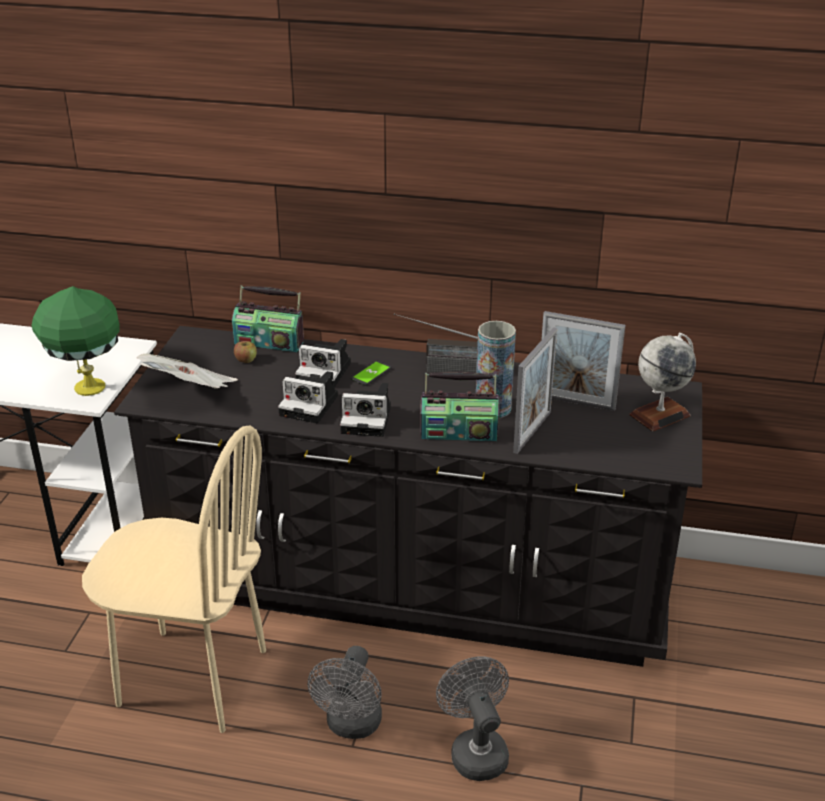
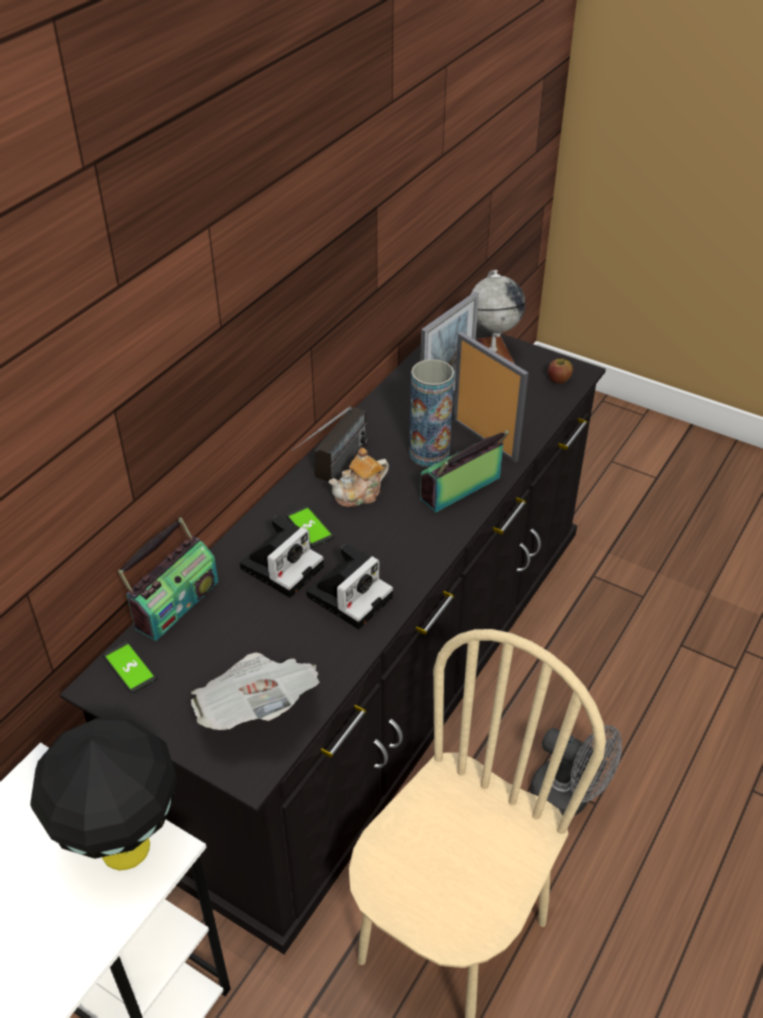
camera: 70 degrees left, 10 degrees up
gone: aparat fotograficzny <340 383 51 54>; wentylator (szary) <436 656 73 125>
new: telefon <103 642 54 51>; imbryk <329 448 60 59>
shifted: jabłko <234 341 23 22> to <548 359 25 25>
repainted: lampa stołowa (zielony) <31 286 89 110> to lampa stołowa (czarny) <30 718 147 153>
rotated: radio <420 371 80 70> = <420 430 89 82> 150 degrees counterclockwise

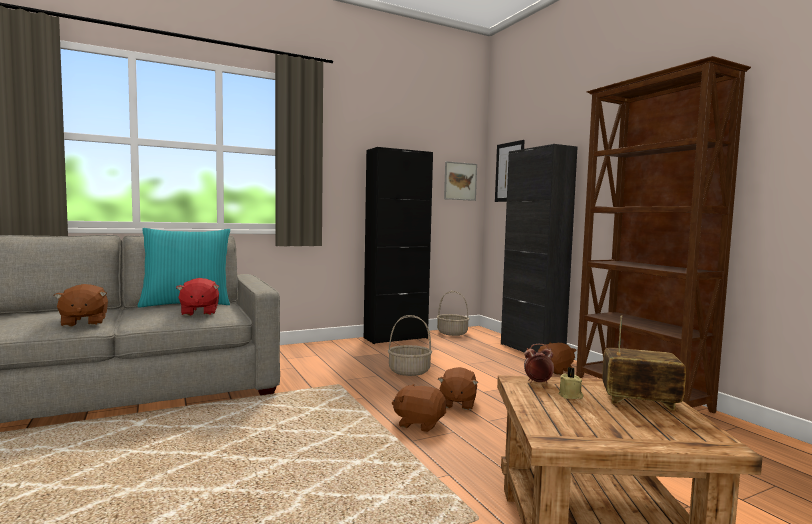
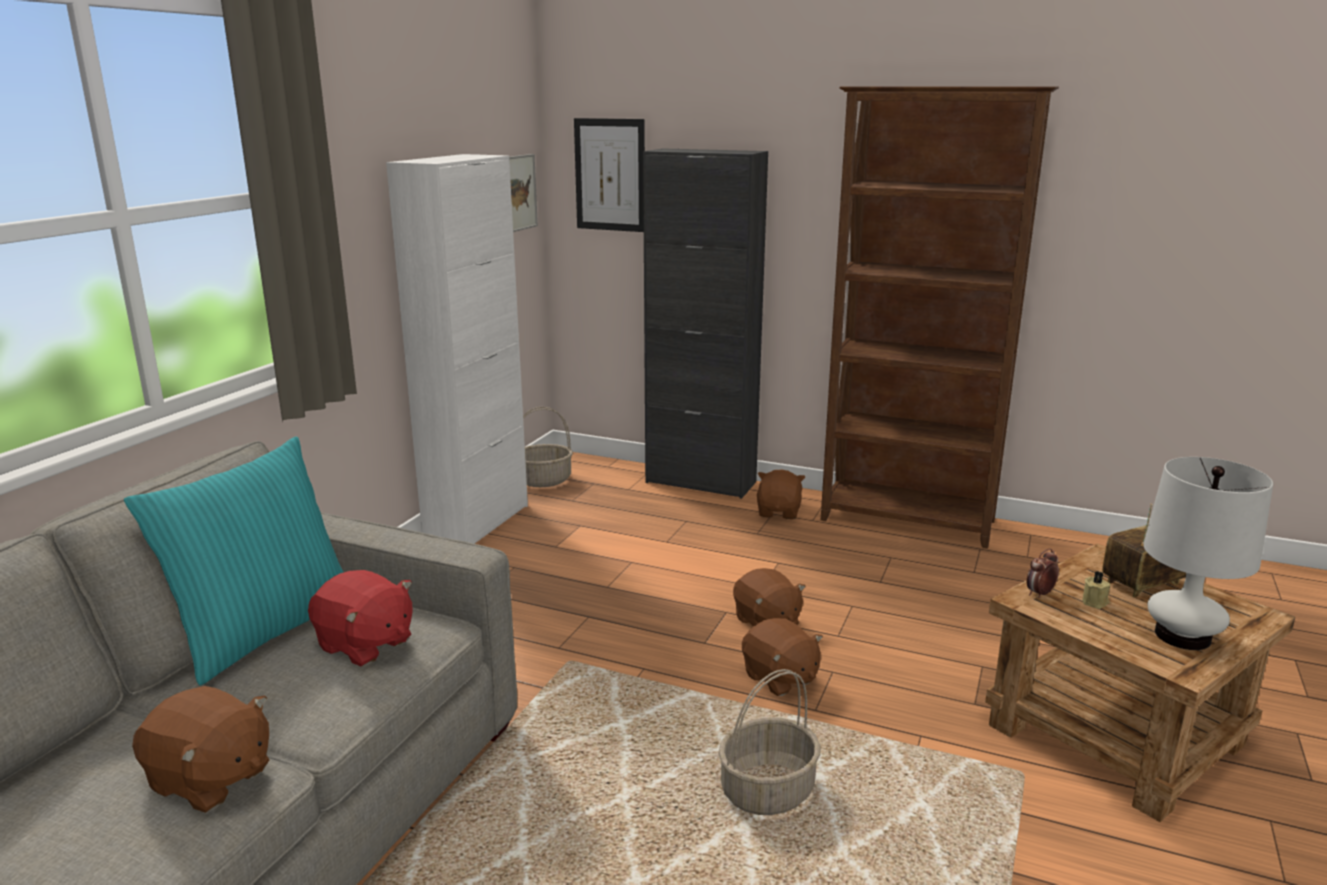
camera: 40 degrees left, 15 degrees up
new: lampa stołowa (biały) <1143 457 130 193>
shifted: koszyk <388 315 44 61> to <718 669 103 146>
repainted: szafka (czarny) <364 147 69 197> to szafka (biały) <386 154 142 390>
rotated: pluszak (brązowy) <392 384 54 48> = <742 618 81 78> 105 degrees counterclockwise

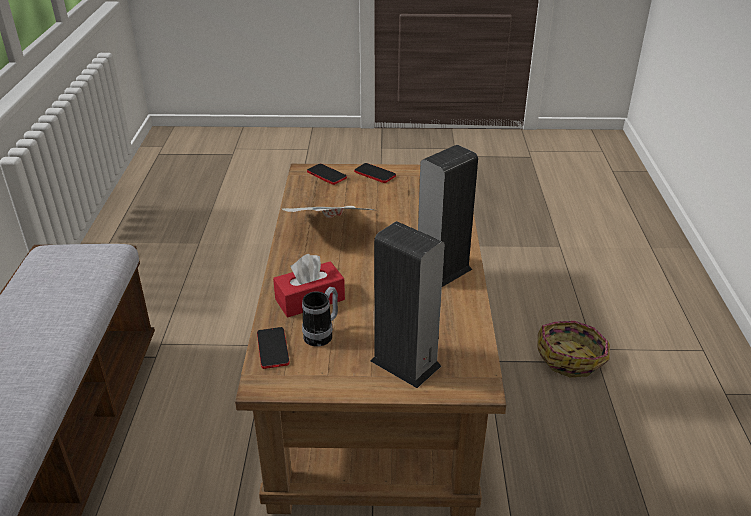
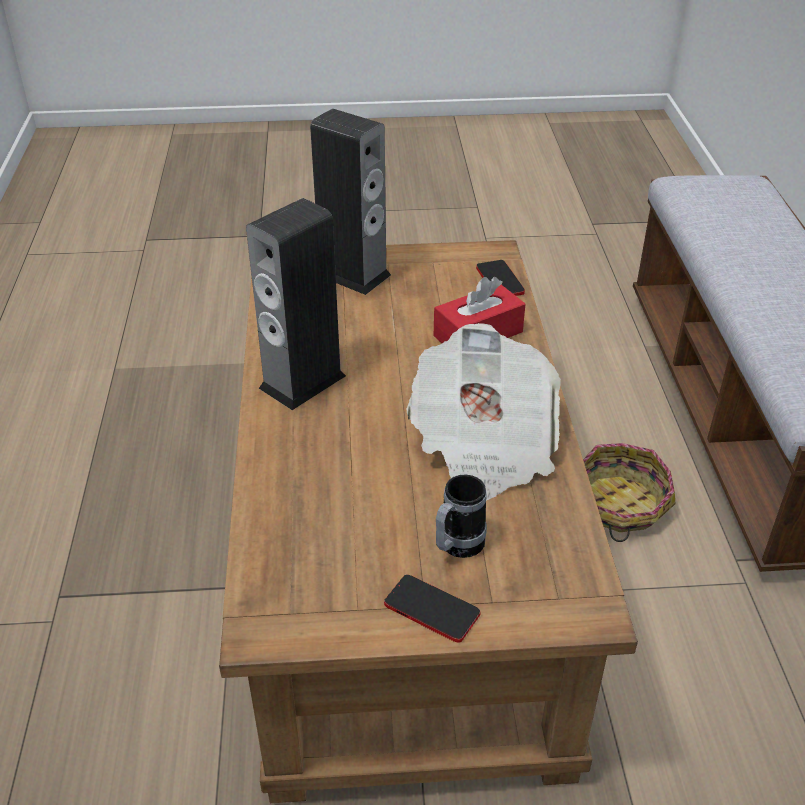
camera: 175 degrees right, 5 degrees up
gone: telefon <307 164 40 21>
shifted: kubek <302 287 36 60> to <436 475 51 83>; koszyk <537 321 73 56> to <583 443 93 99>

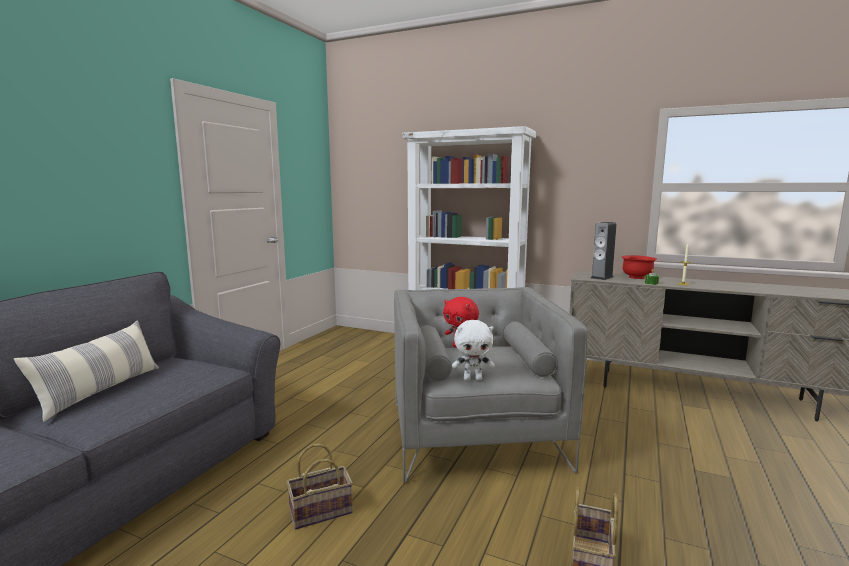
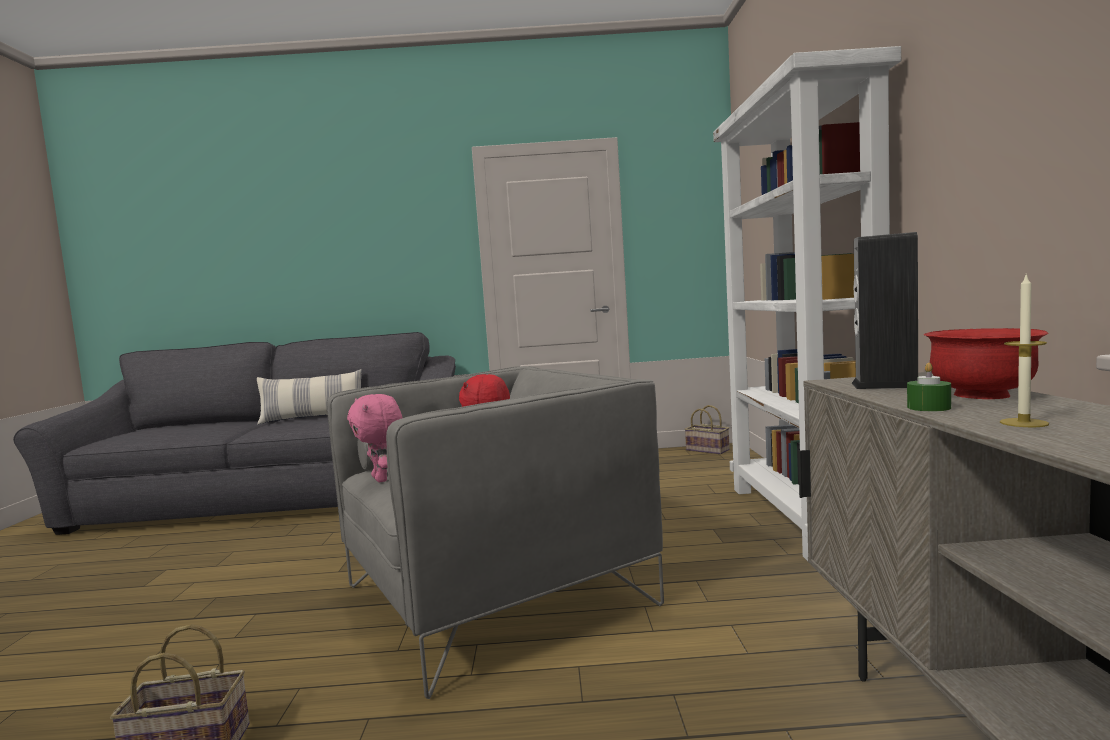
camera: 65 degrees right, 5 degrees down
shifted: koszyk <287 444 66 86> to <685 405 45 49>
repainted: pluszak (biały) <452 320 43 61> to pluszak (różowy) <347 394 55 88>

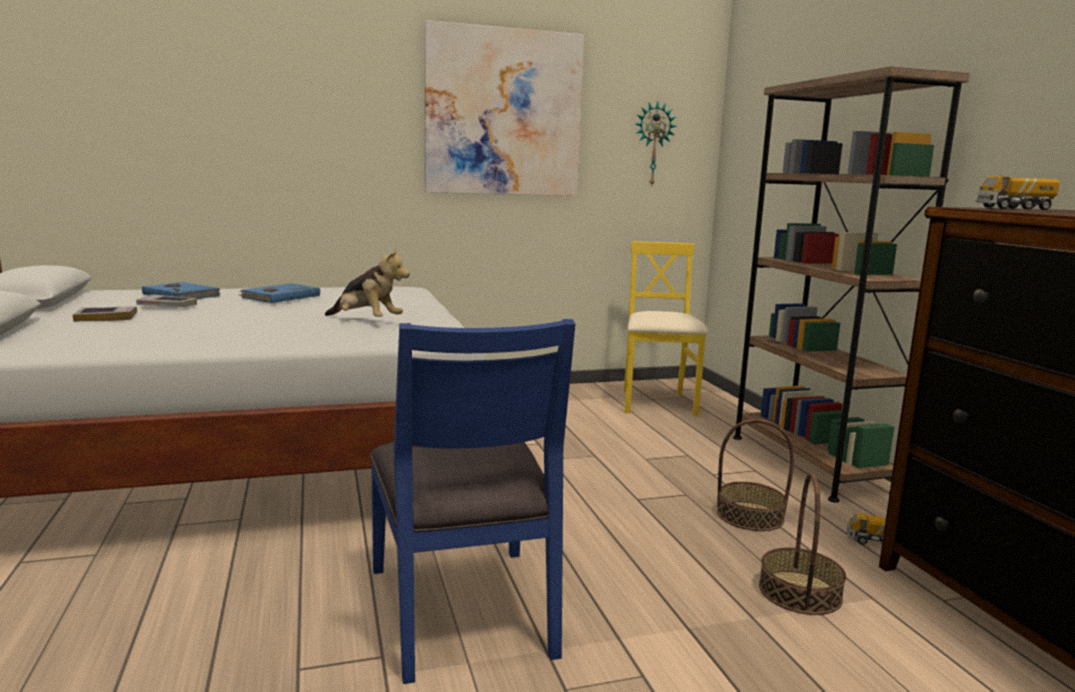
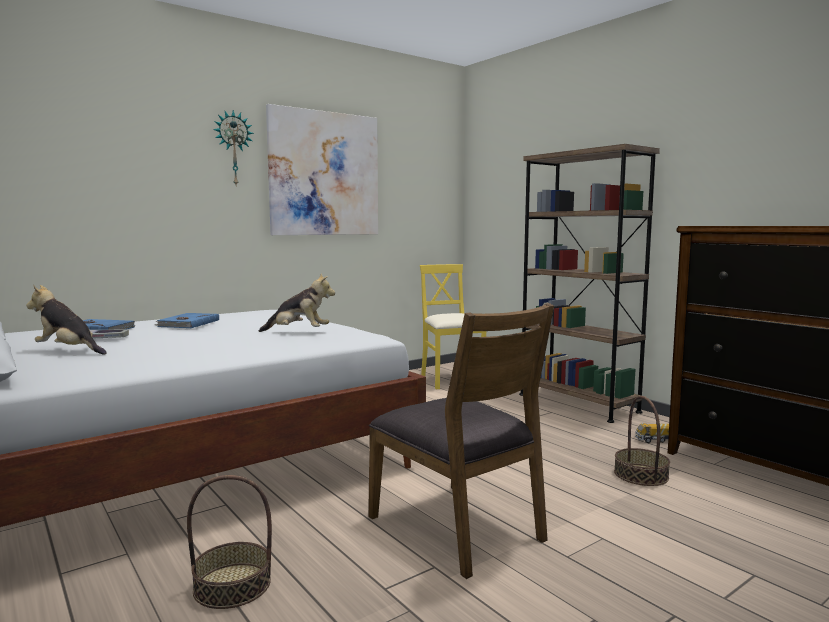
camera: 20 degrees left, 5 degrees down
gone: ciężarówka zabawkowa <976 175 84 35>
shifted: koszyk <717 419 77 112> to <187 475 85 134>; zegar ścienny <635 101 42 84> to <213 110 41 75>
swapped: książka <73 306 64 16> to pluszak <26 285 80 70>
repainted: krzesło (niebieski) <370 319 205 365> to krzesło (brązowy) <368 303 186 276>

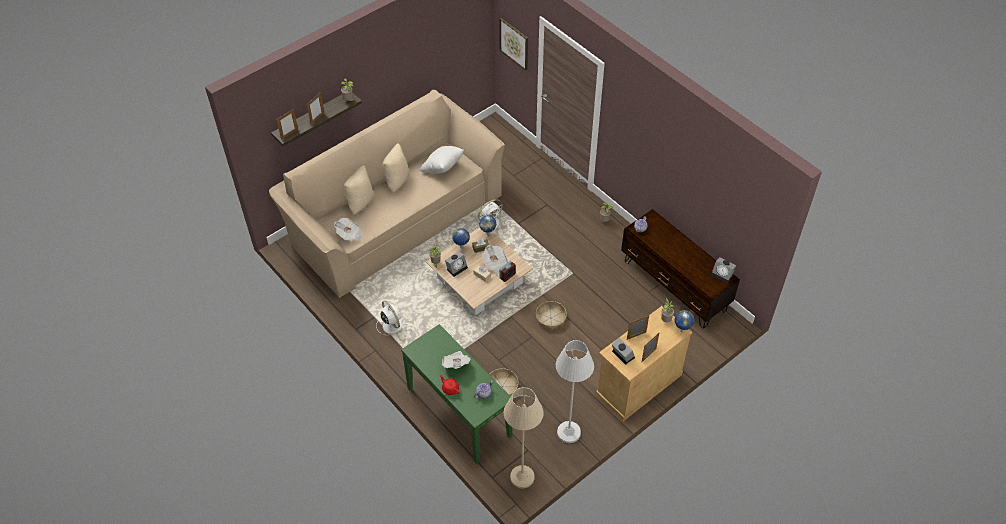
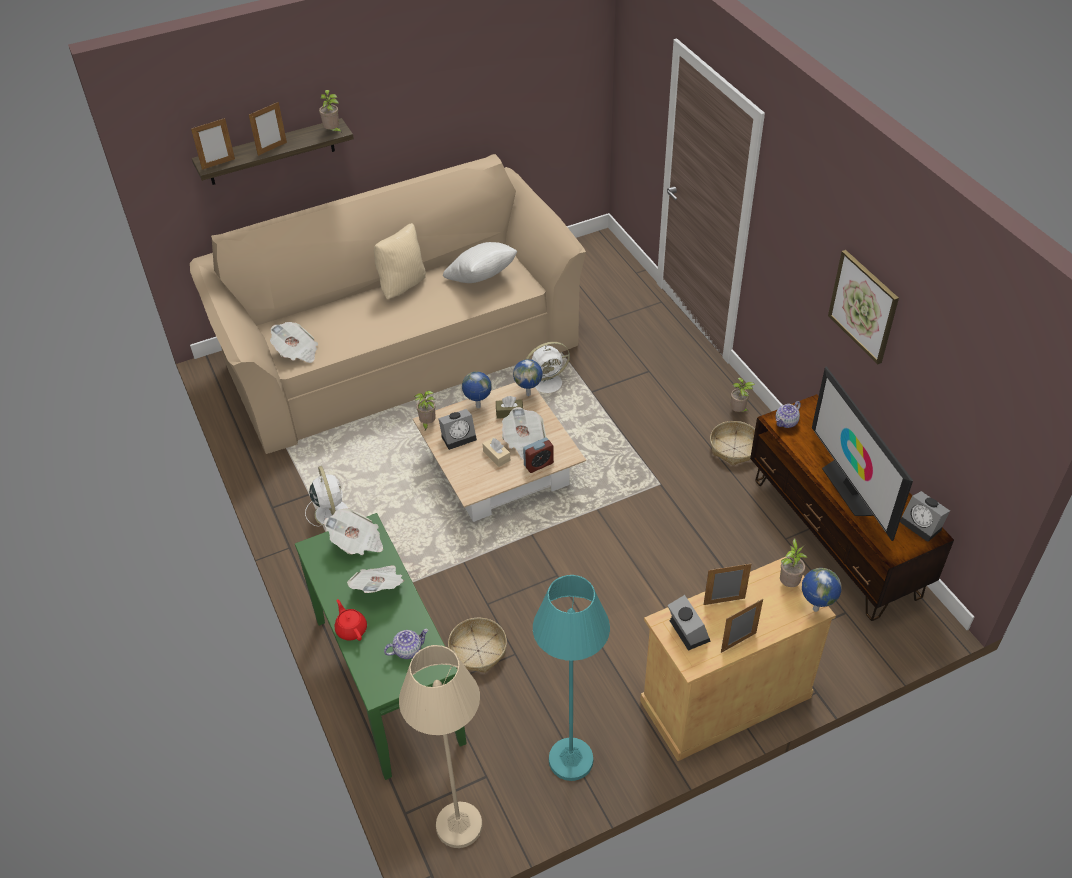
camera: 15 degrees right, 5 degrees down
gone: poduszka (beżowy) <344 165 30 49>
new: gazeta <324 509 59 46>; telewizor <812 366 101 175>
shifted: koszyk <536 301 31 29> to <710 421 45 45>; obraz <499 18 29 53> to <828 250 71 114>
repainted: lampa stojąca (biały) <556 340 38 103> to lampa stojąca (turkusowy) <533 575 77 206>

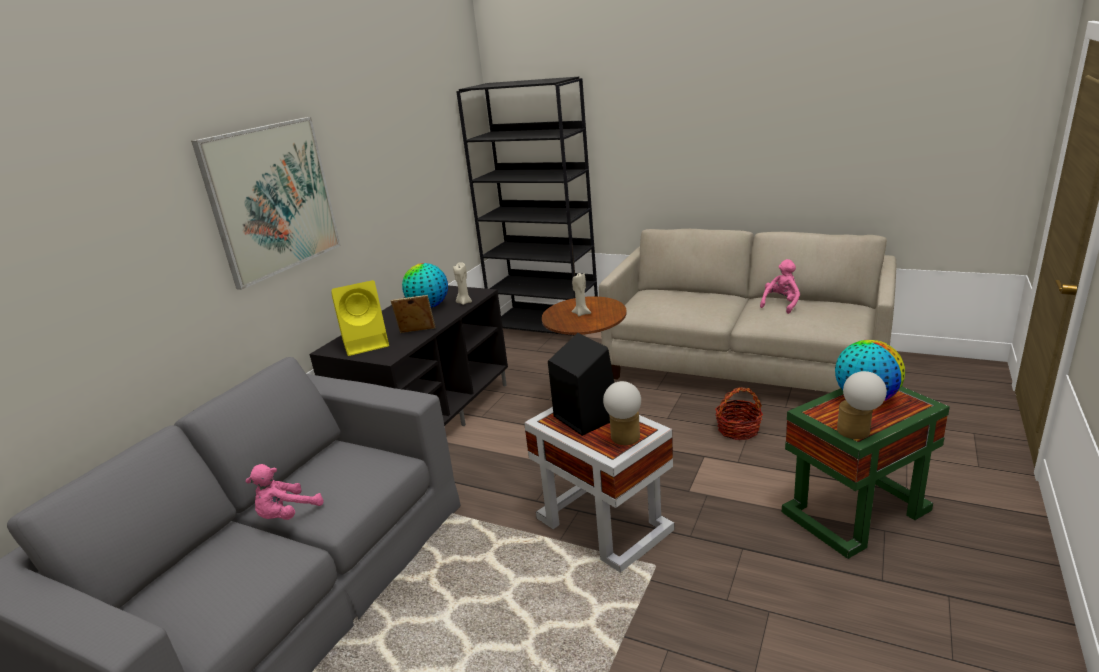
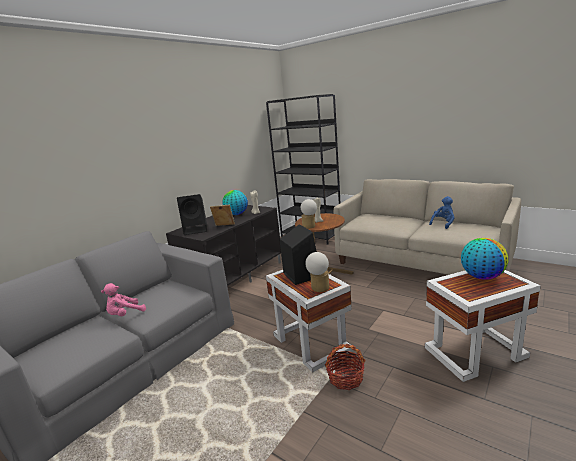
camera: 10 degrees right, 5 degrees down
gone: obraz <191 117 150 173>
shifted: lampa stołowa <837 371 50 68> to <301 199 16 30>; koszyk <715 387 48 53> to <325 344 41 46>
repainted: głośnik (żółty) <332 280 57 76> to głośnik (czarny) <177 194 30 41>; stolik (zielony) <782 386 168 173> to stolik (biały) <425 270 116 112>; pluszak (różowy) <760 259 40 55> to pluszak (niebieski) <429 196 26 33>

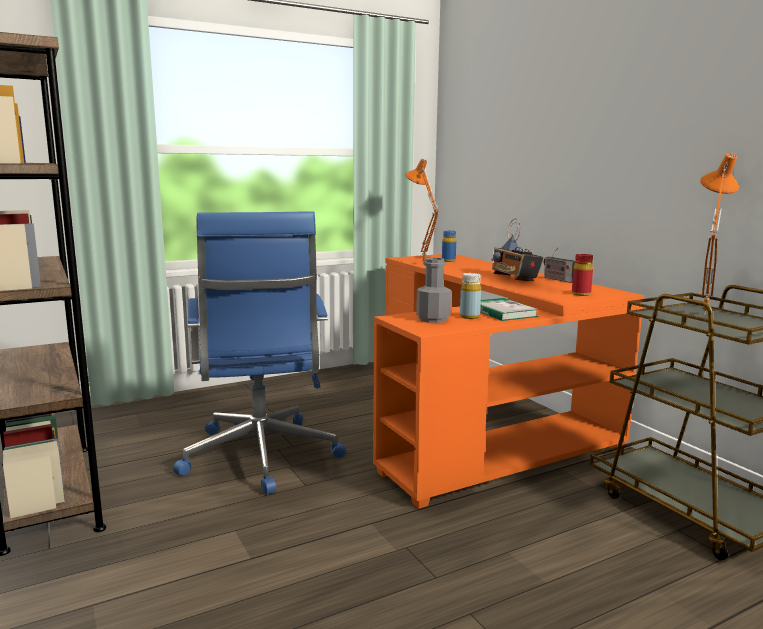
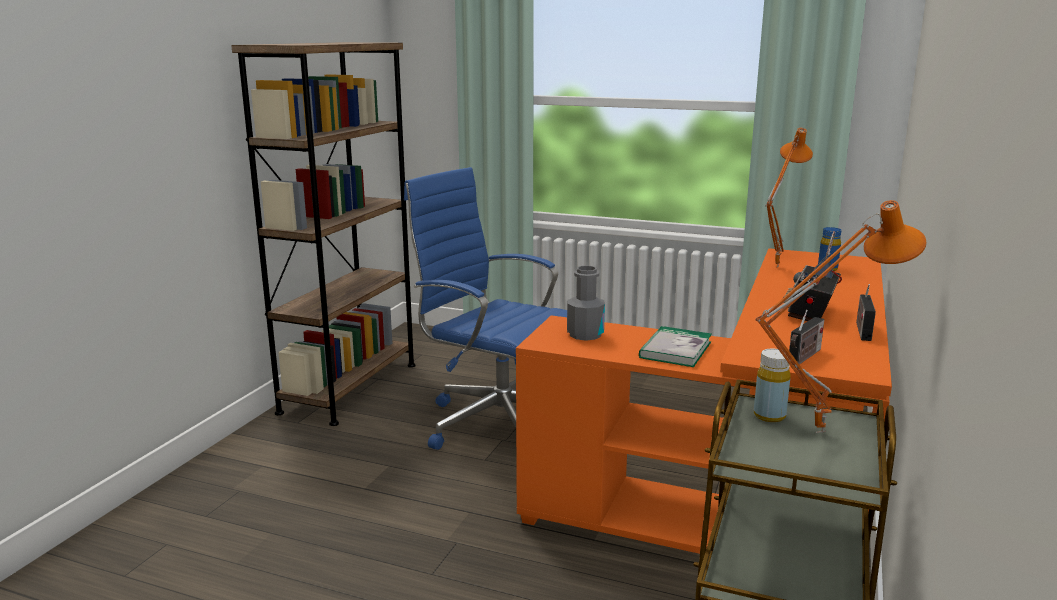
camera: 50 degrees right, 5 degrees up
shifted: butelka (żółty) <460 273 21 46> to <754 349 37 73>
swapped: butelka (czerwony) <572 254 21 42> to radio <789 310 35 55>
rotated: krzesło biurowe (niebieski) <173 211 174 283> = <404 167 163 283> 90 degrees clockwise

